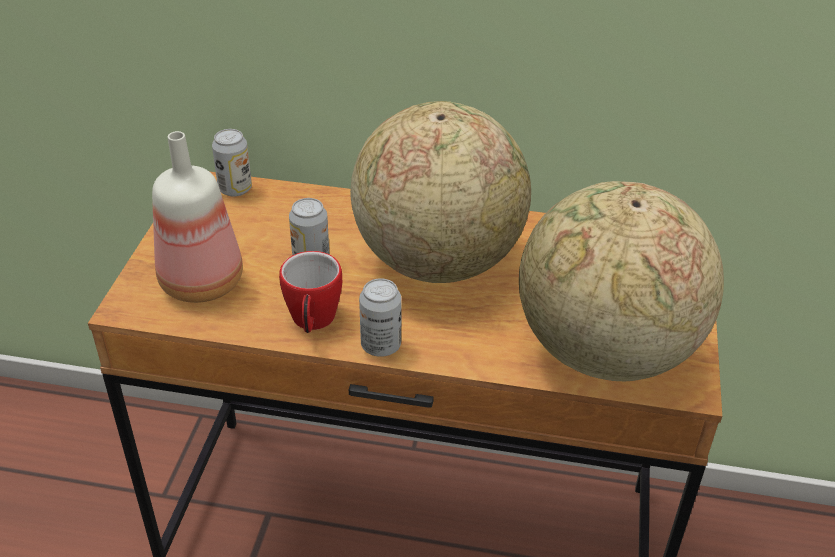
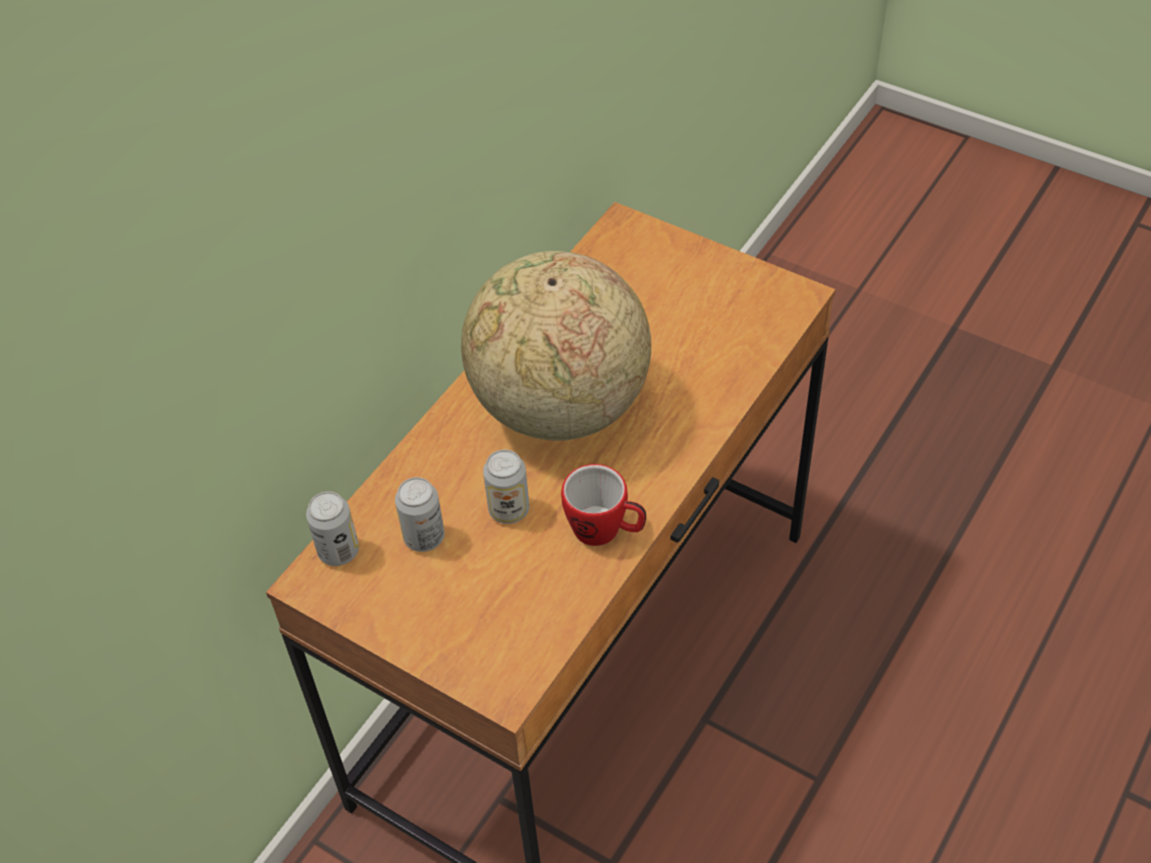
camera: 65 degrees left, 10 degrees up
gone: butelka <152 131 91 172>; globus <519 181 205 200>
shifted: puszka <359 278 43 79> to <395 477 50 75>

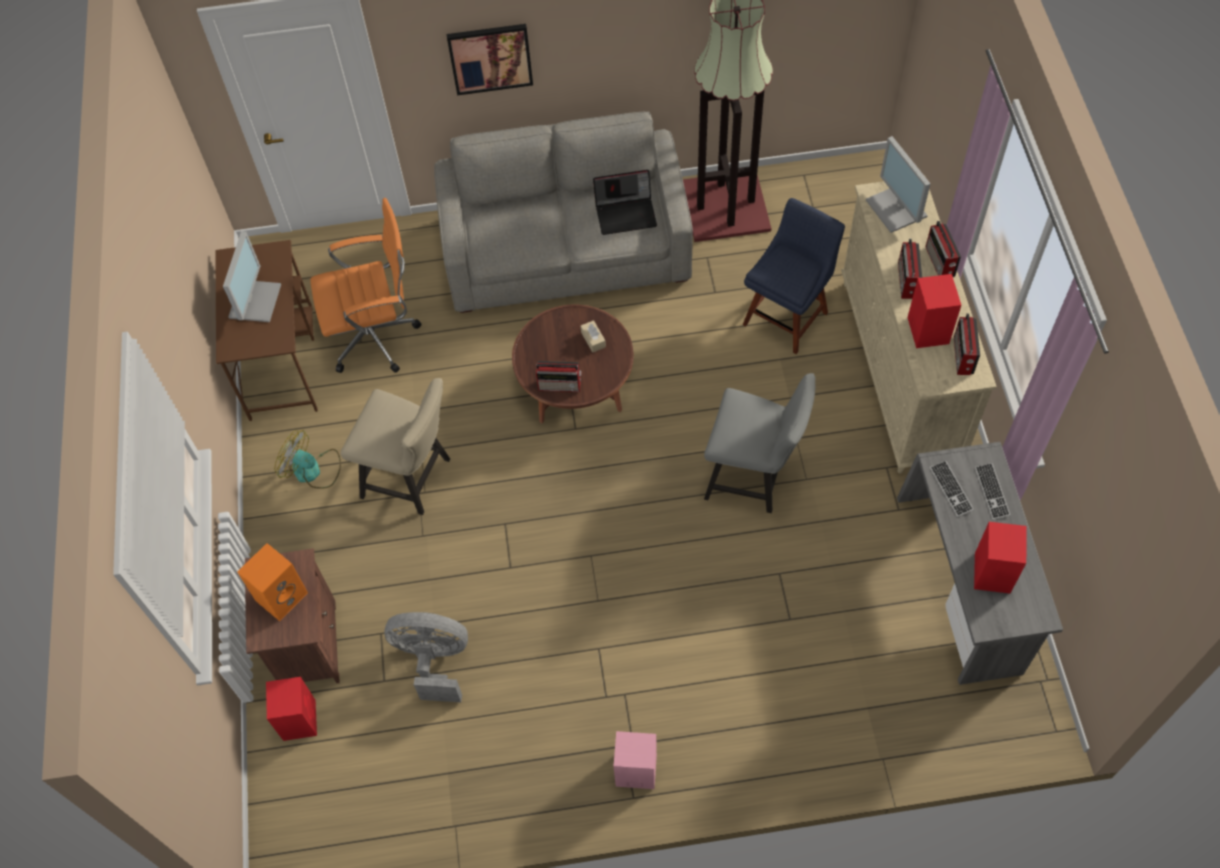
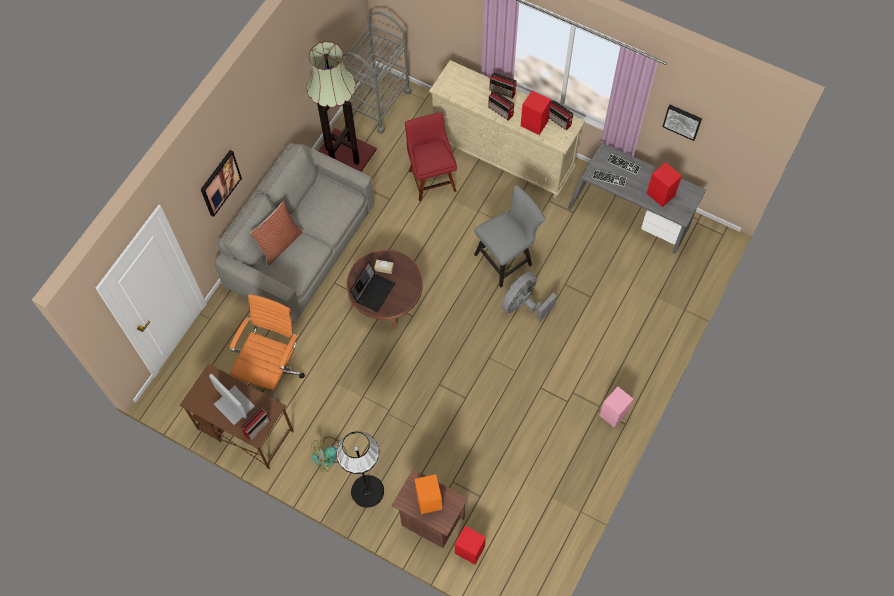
camera: 55 degrees left, 5 degrees up
gone: krzesło (beżowy) <341 378 109 137>; monitor <866 136 65 97>
new: poduszka <250 201 52 64>; lampa stojąca (czarny) <336 432 48 76>; wózek (szary) <343 11 69 123>; obraz <663 105 39 36>
shifted: radio <536 361 46 31> to <241 408 30 33>; laptop <593 170 64 65> to <350 261 45 51>; wentylator (szary) <384 612 84 90> to <501 272 56 49>
repainted: krzesło (niebieski) <743 198 102 156> to krzesło (czerwony) <405 112 52 89>

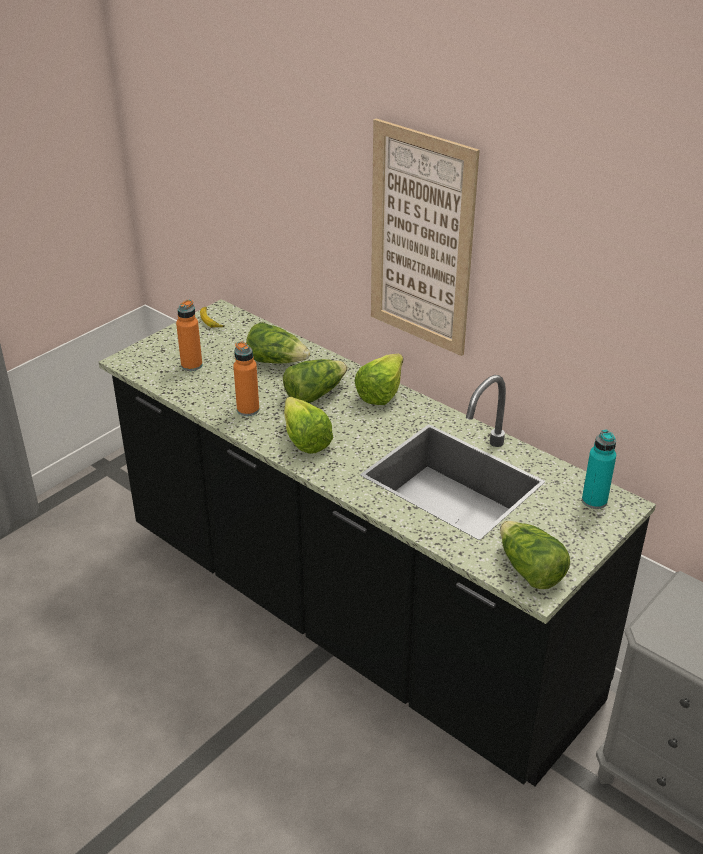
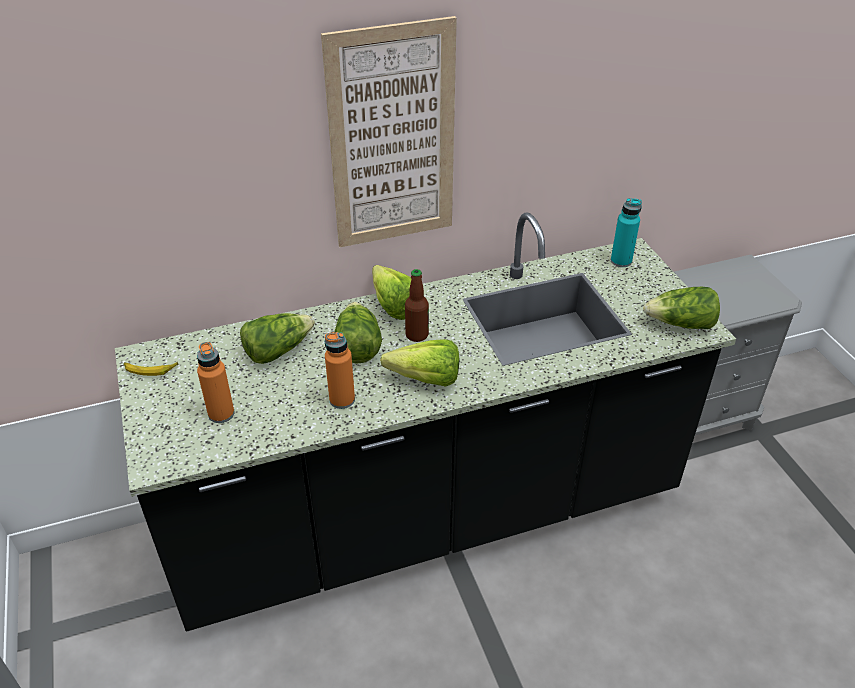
camera: 60 degrees left, 5 degrees up
new: butelka <405 269 24 73>

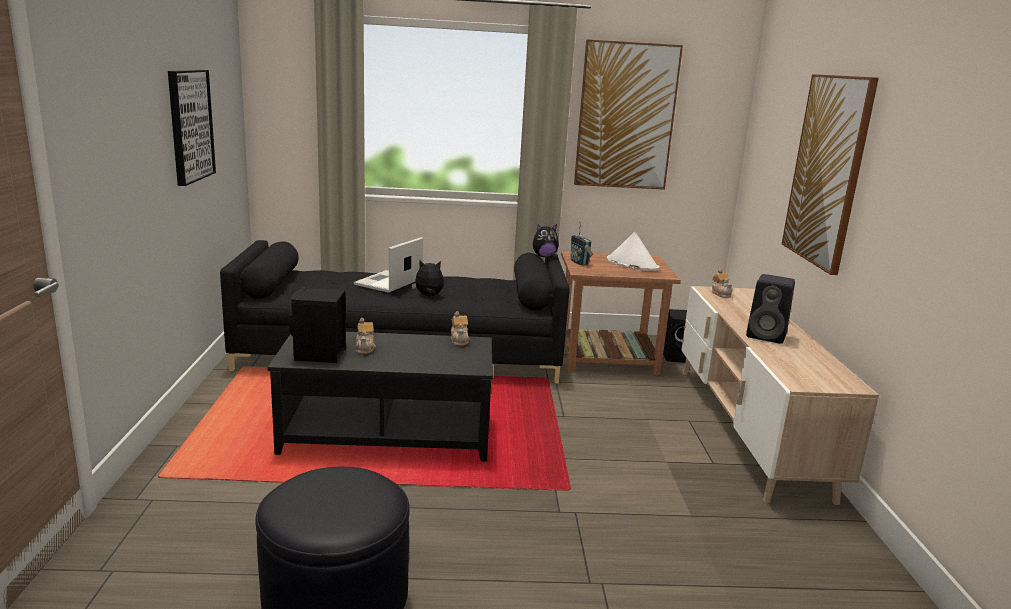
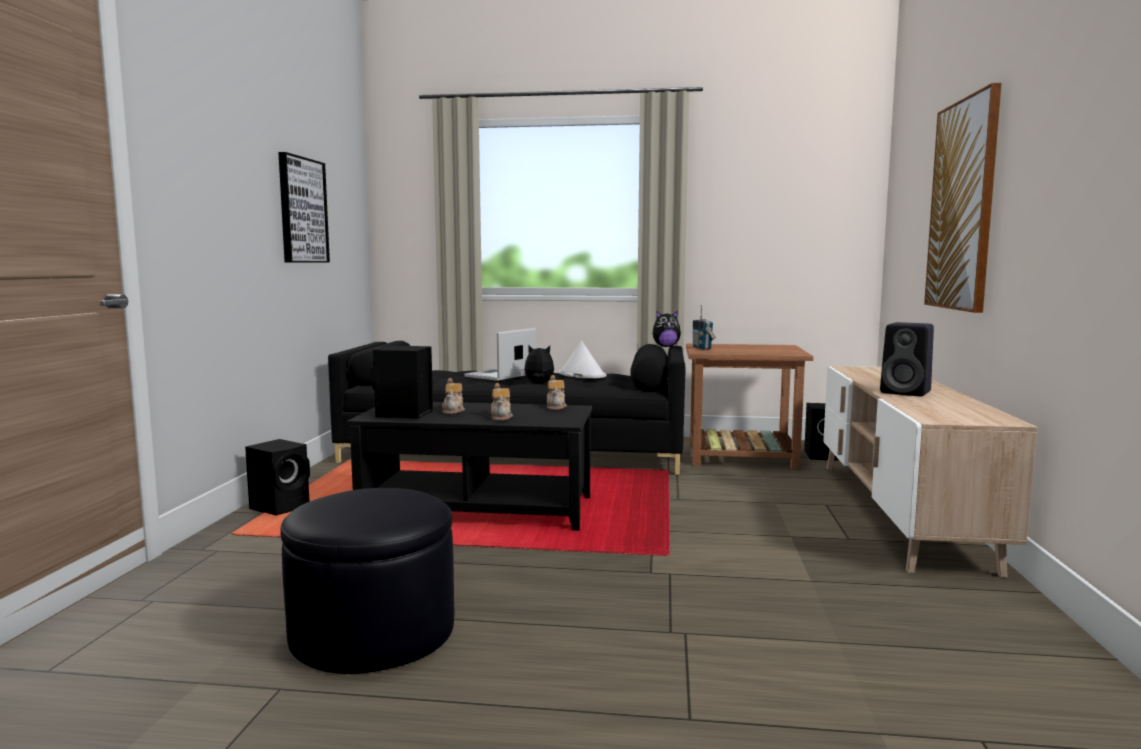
camera: 10 degrees right, 10 degrees down
gone: obraz <574 39 109 151>
new: głośnik (czarny) <245 439 65 76>
shifted: imbryk <712 269 20 29> to <491 383 22 37>; kapelusz (biały) <606 232 54 39> to <559 340 48 38>

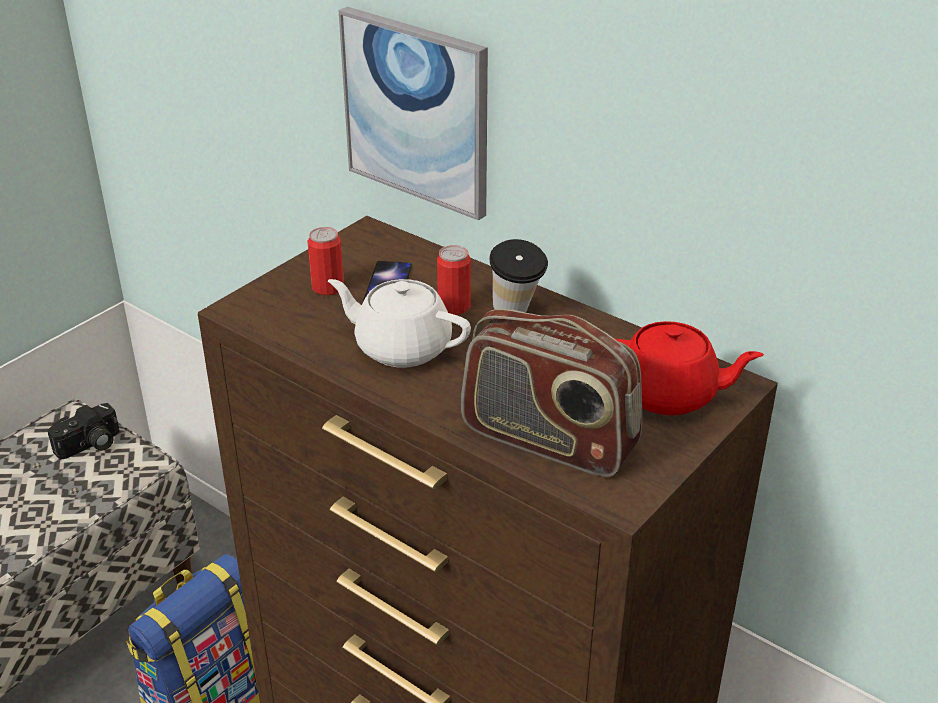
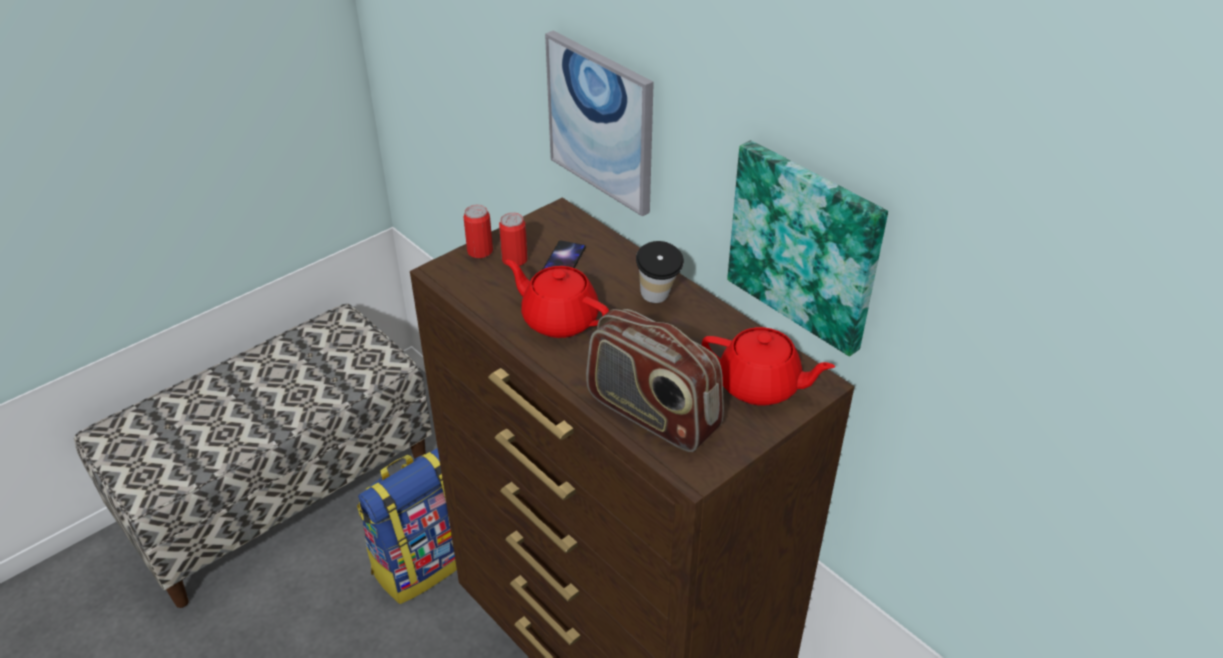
camera: 10 degrees right, 5 degrees up
gone: aparat fotograficzny <47 403 73 57>
new: obraz <727 140 161 217>
shifted: puszka <437 245 34 70> to <464 205 29 53>
repainted: imbryk (biały) <328 279 143 89> to imbryk (czerwony) <505 260 104 78>

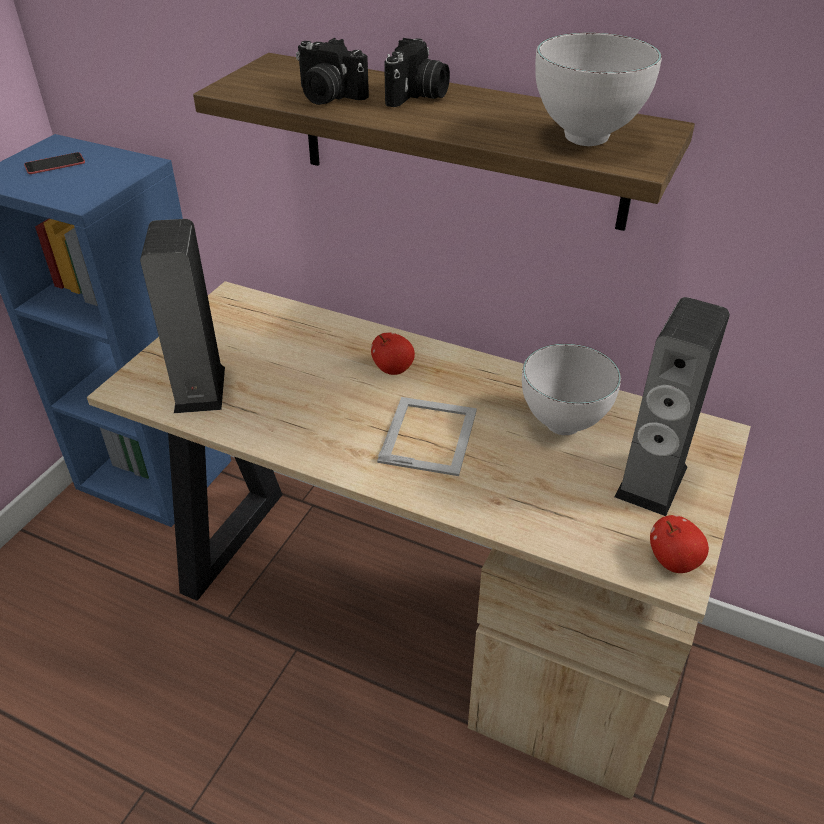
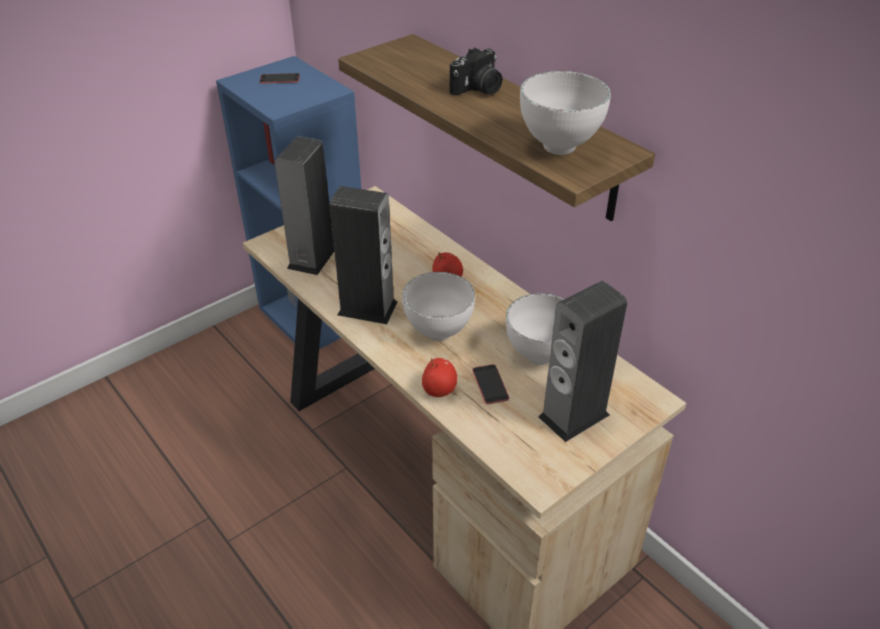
camera: 25 degrees right, 0 degrees up
gone: aparat fotograficzny <296 38 73 67>
new: głośnik <330 186 68 138>; telefon <472 364 37 40>
shifted: jabłko <650 515 59 58> to <422 358 35 39>
swapped: ramka na zdjęcie <377 397 100 79> to miska (biały) <402 272 73 69>

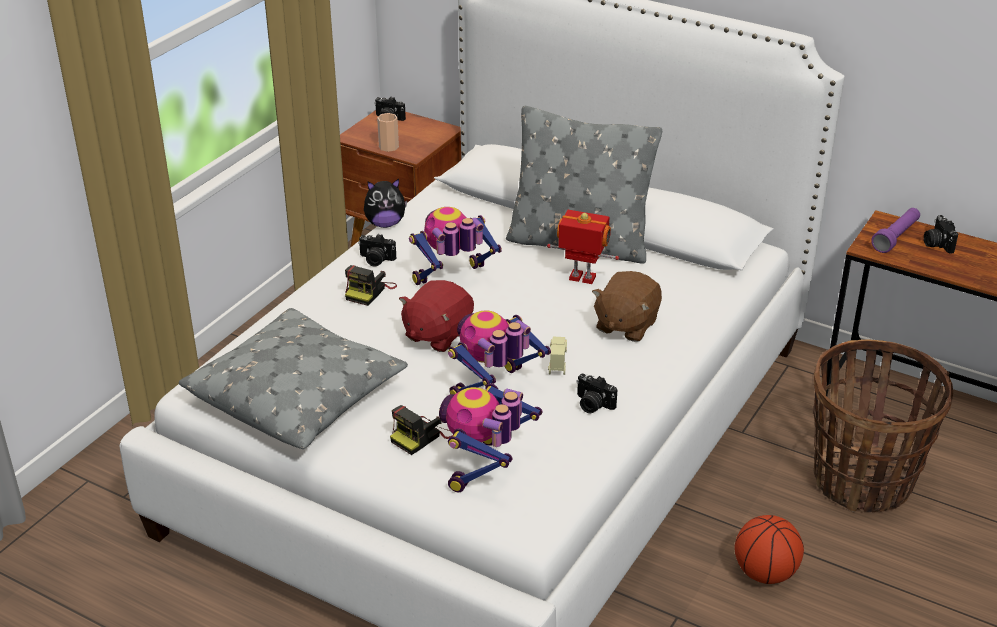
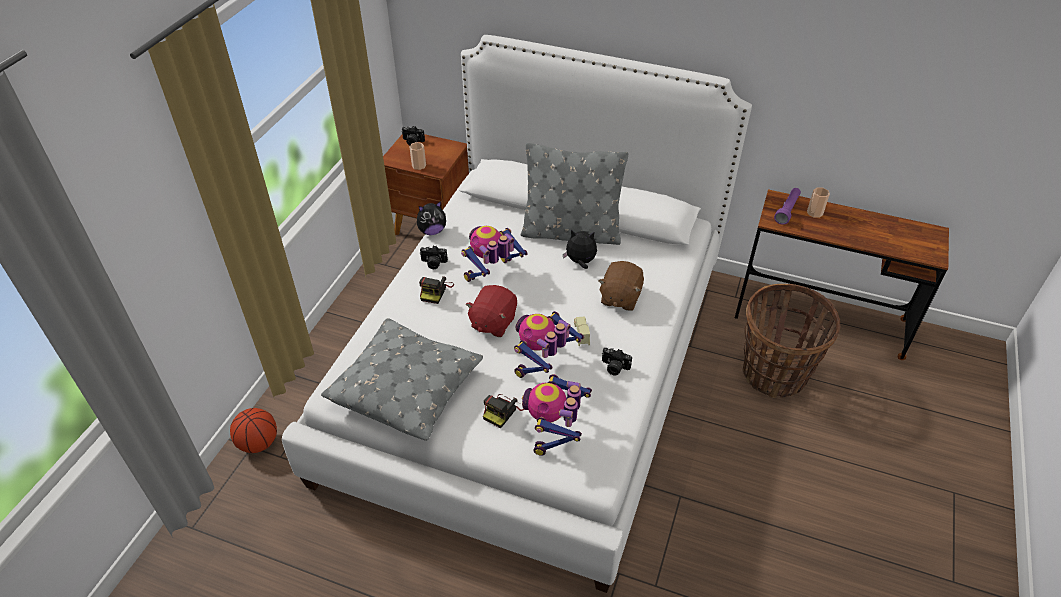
camera: 10 degrees left, 10 degrees up
shifted: piłka do koszykówki <735 515 69 69> to <230 408 47 45>
swapped: robot zabawkowy <547 210 72 74> to pluszak <563 230 34 39>; aparat fotograficzny <924 215 34 39> to filiżanka <807 187 23 31>

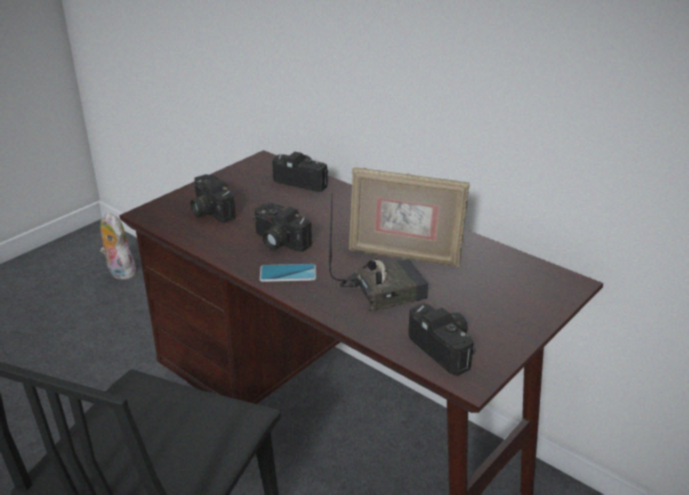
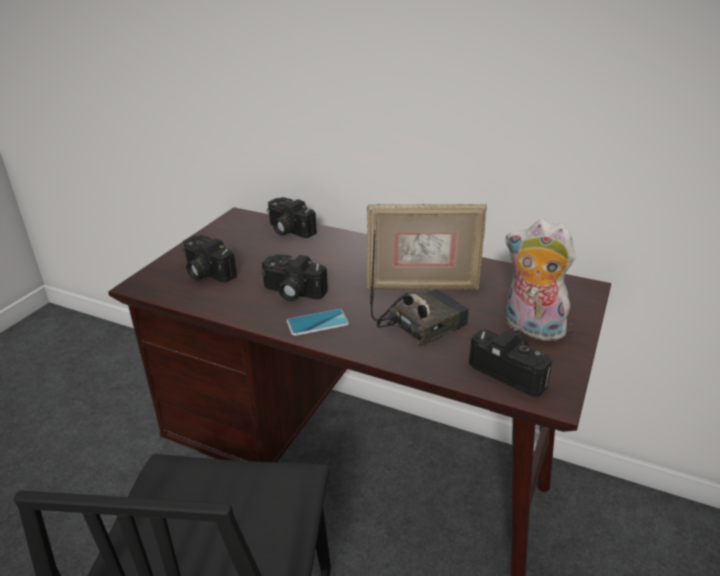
camera: 15 degrees left, 0 degrees up
shifted: pluszak <100 212 36 68> to <506 219 70 122>
rotated: aparat fotograficzny <272 151 56 41> = <267 197 50 41> 150 degrees counterclockwise

